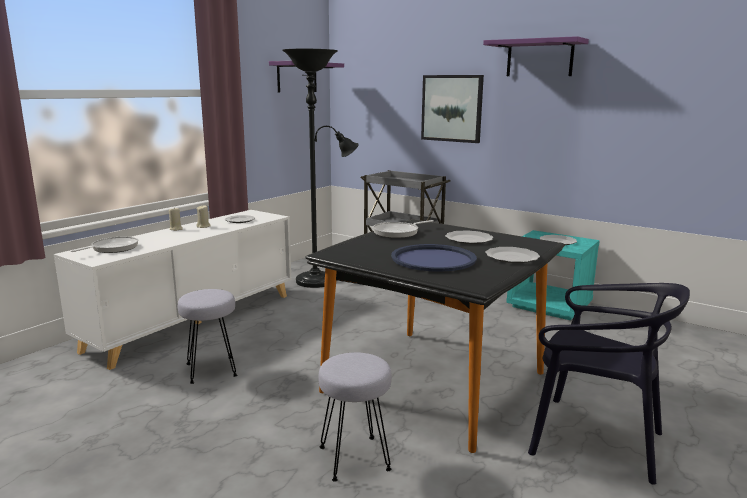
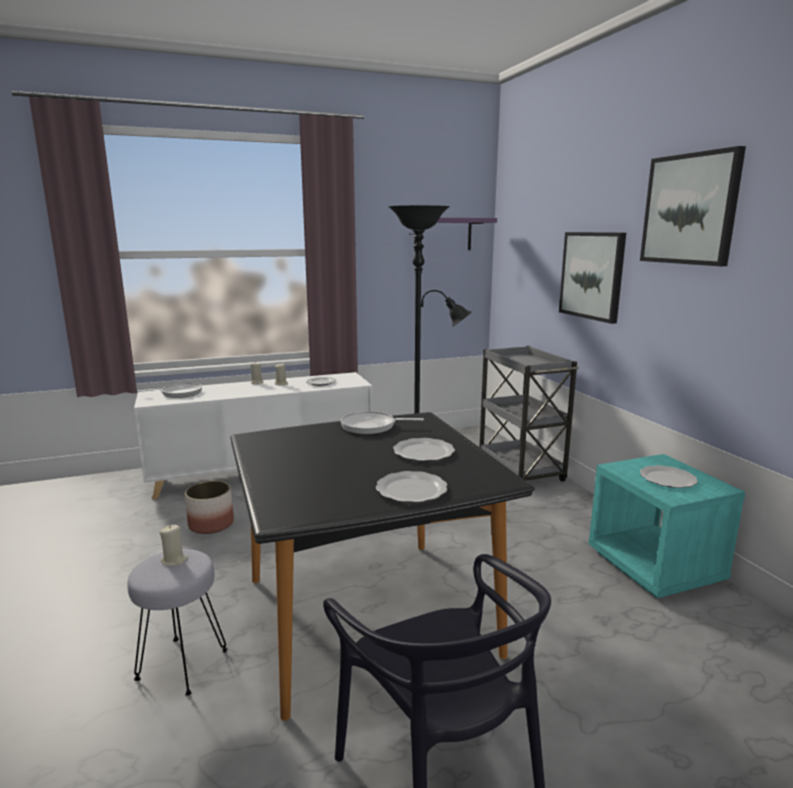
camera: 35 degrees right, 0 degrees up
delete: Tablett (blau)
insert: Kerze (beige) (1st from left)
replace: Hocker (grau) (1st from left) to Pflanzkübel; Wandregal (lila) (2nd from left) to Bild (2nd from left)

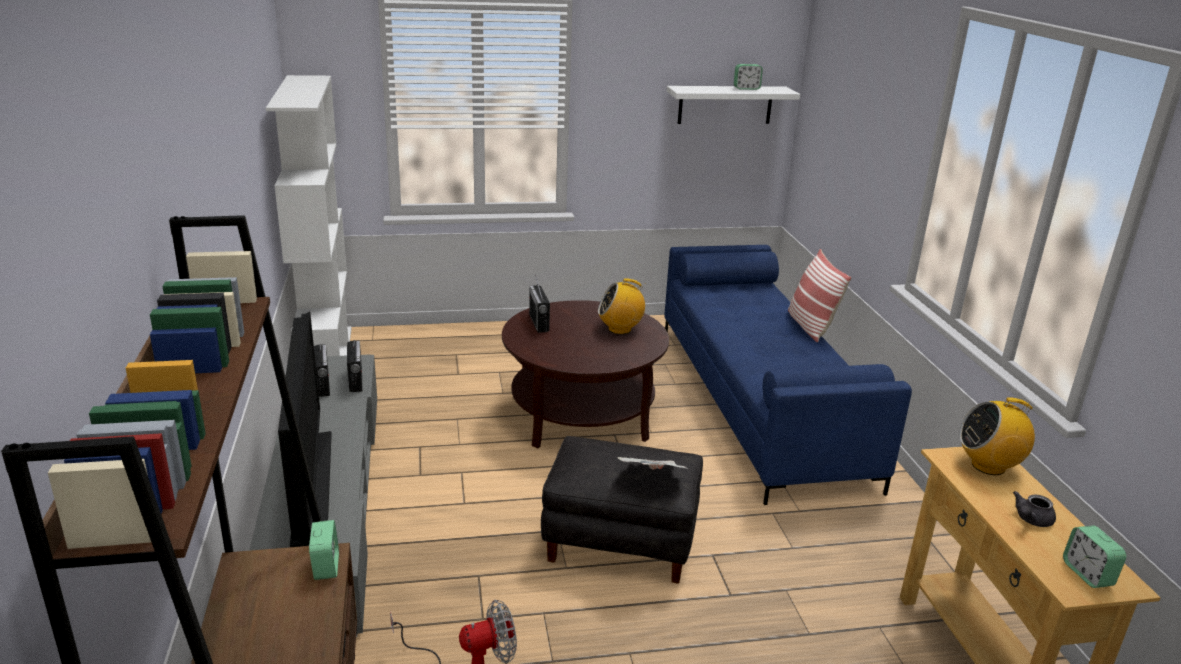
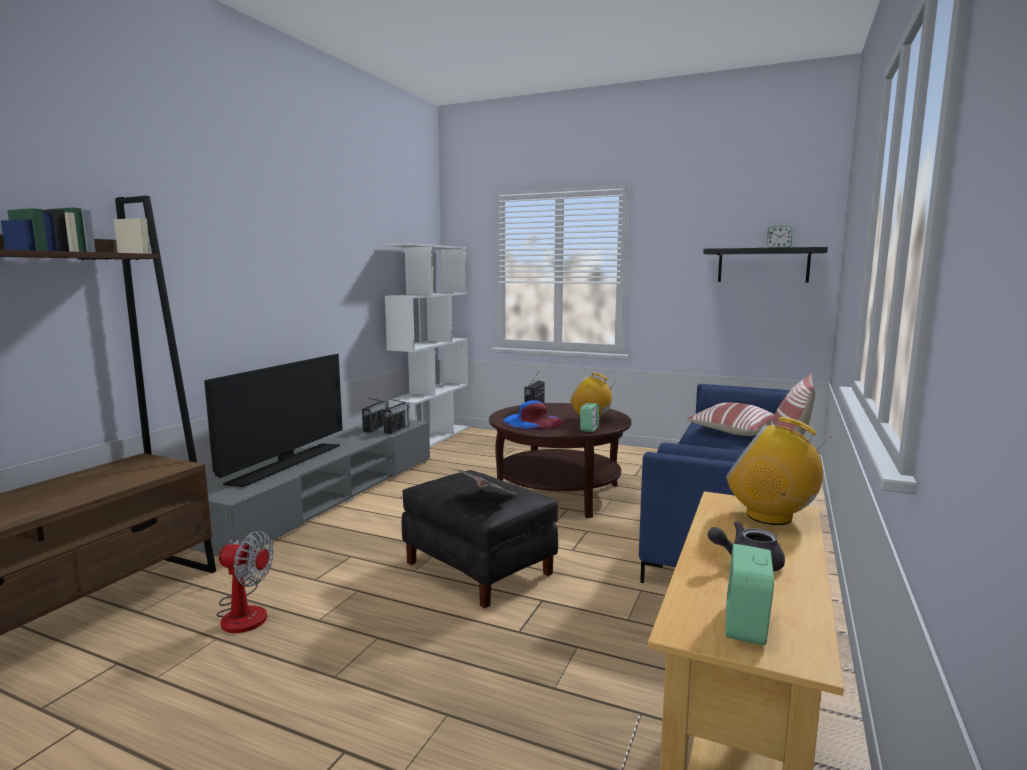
camera: 35 degrees right, 15 degrees down
insert: Hut (blau); Kissen (1st from left)
move: Wecker (1st from left)
recolor: Wandregal (weiß) to Wandregal (schwarz)

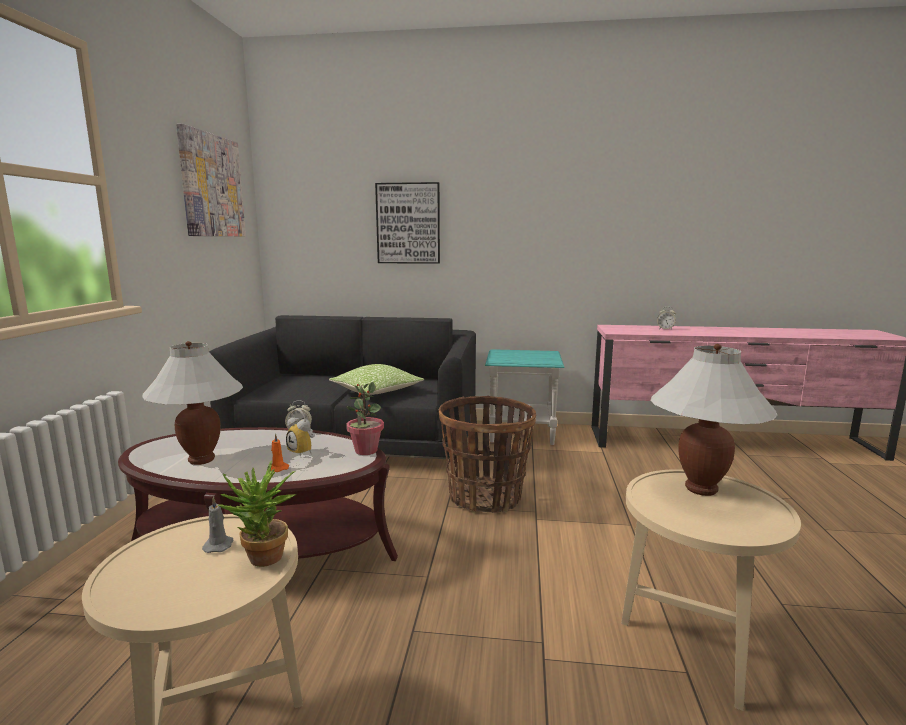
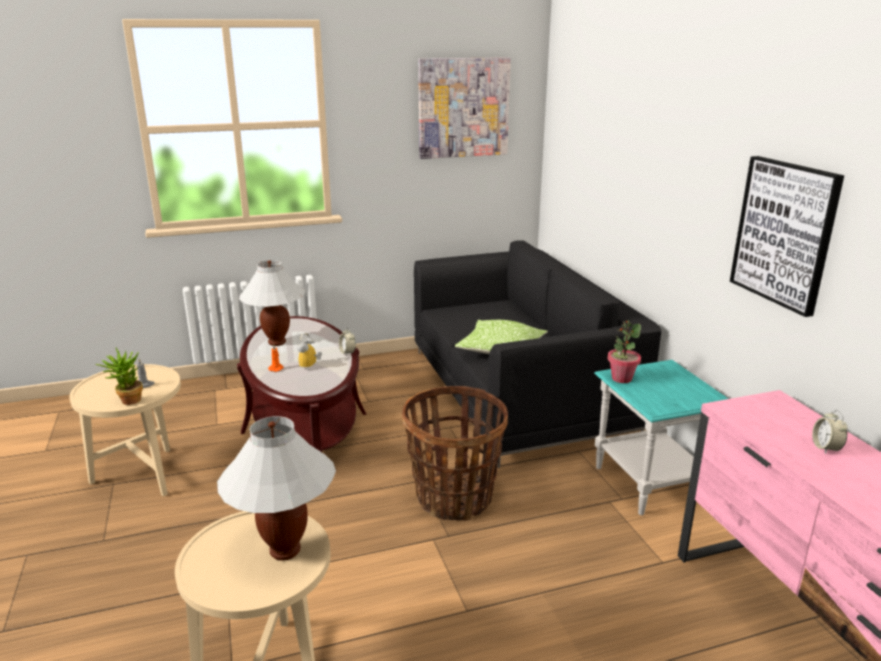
camera: 65 degrees right, 10 degrees up
move: Topfpflanze (2nd from left); Bild (2nd from left)

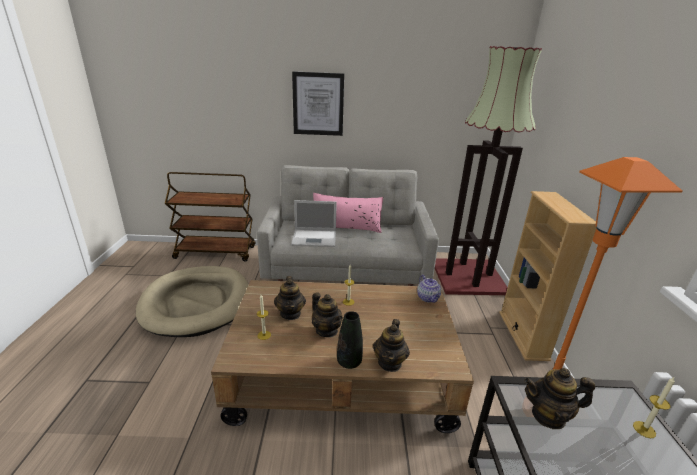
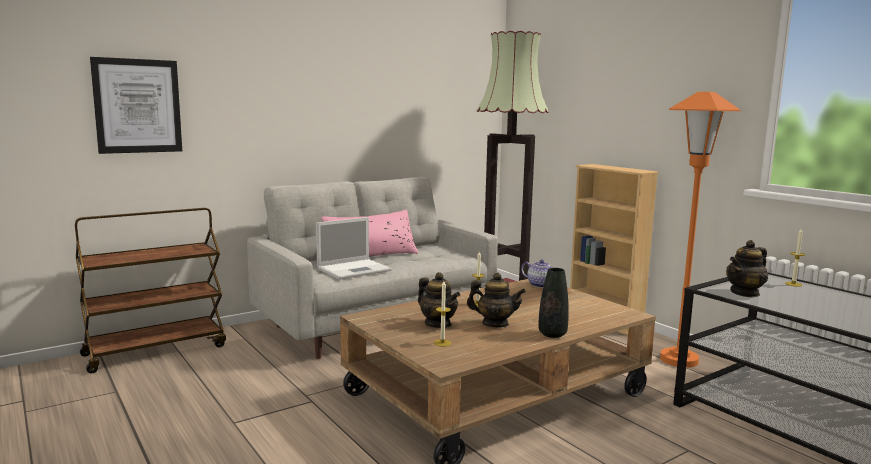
camera: 35 degrees left, 15 degrees down
delete: Hundebett (beige); Teekanne (3rd from left)
move: Bild

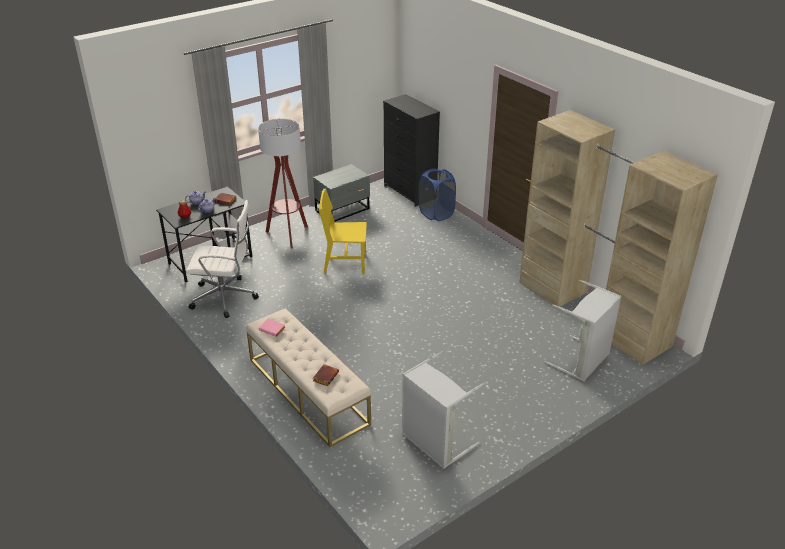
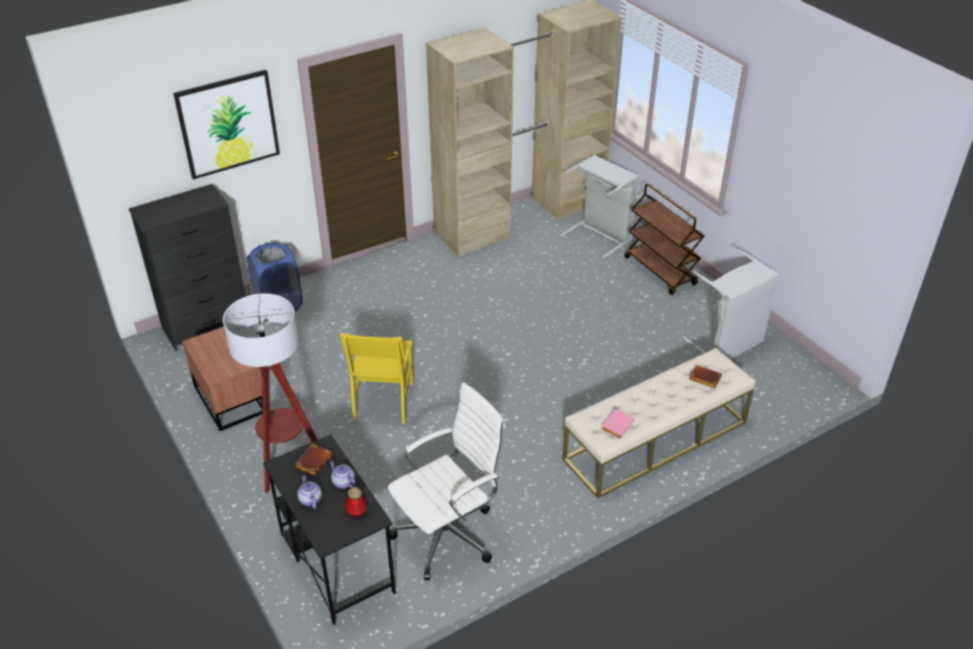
camera: 85 degrees left, 5 degrees up
insert: Bild; Rollwagen (braun)
recolor: Nachttisch (grau) to Nachttisch (braun)
rotate: Bürostuhl (weiß) 45 degrees clockwise

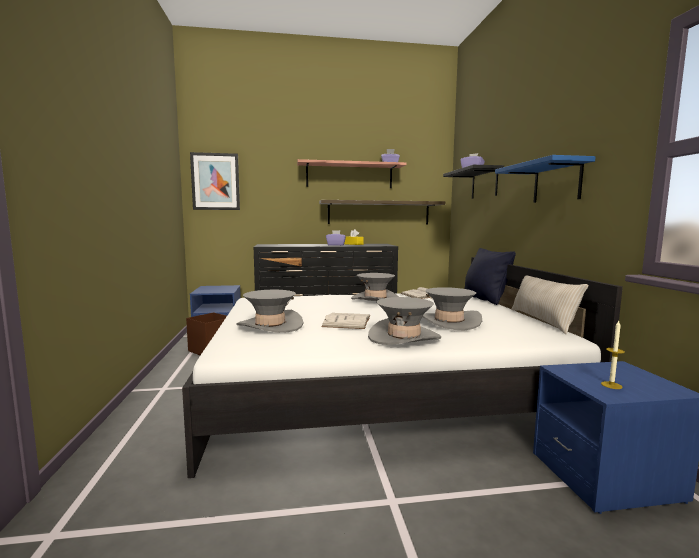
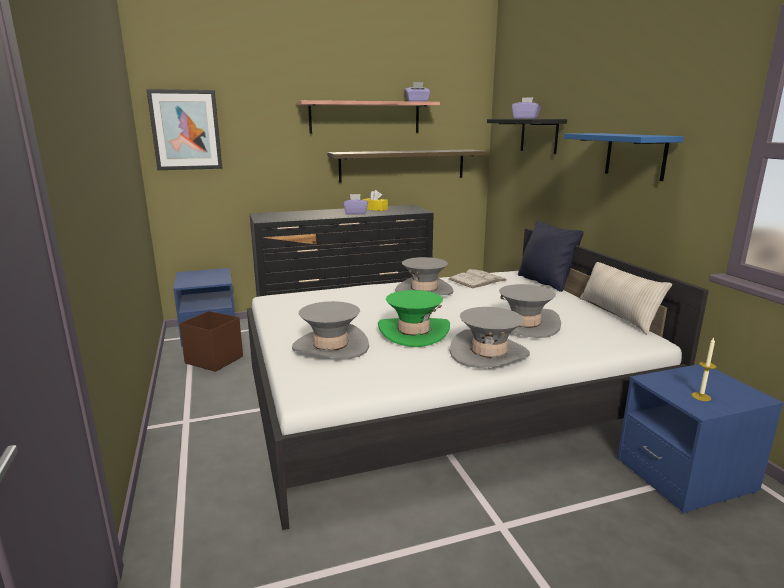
camera: 10 degrees left, 10 degrees up
replace: Buch (weiß) (1st from left) to Hut (grün)

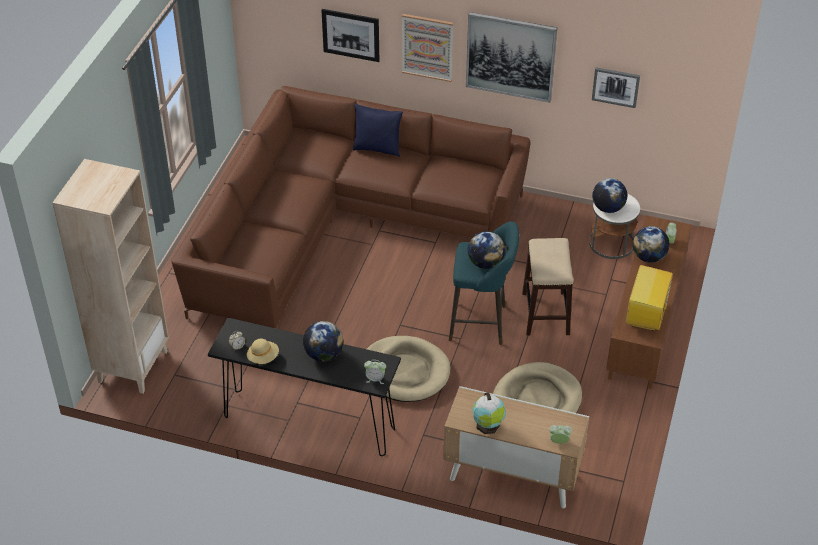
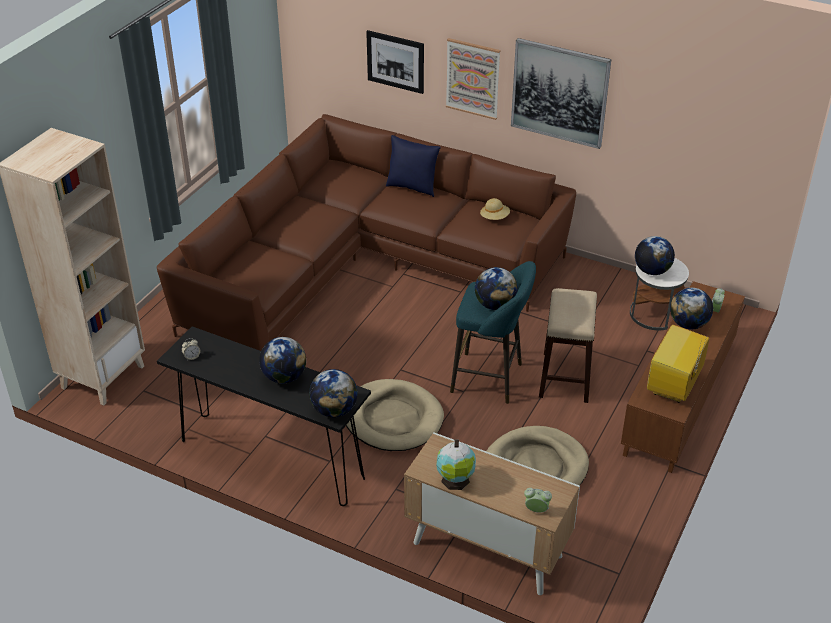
camera: 10 degrees right, 5 degrees down
delete: Bild (4th from left)
move: Hut (beige)
replace: Wecker (2nd from left) to Globus (2nd from left)

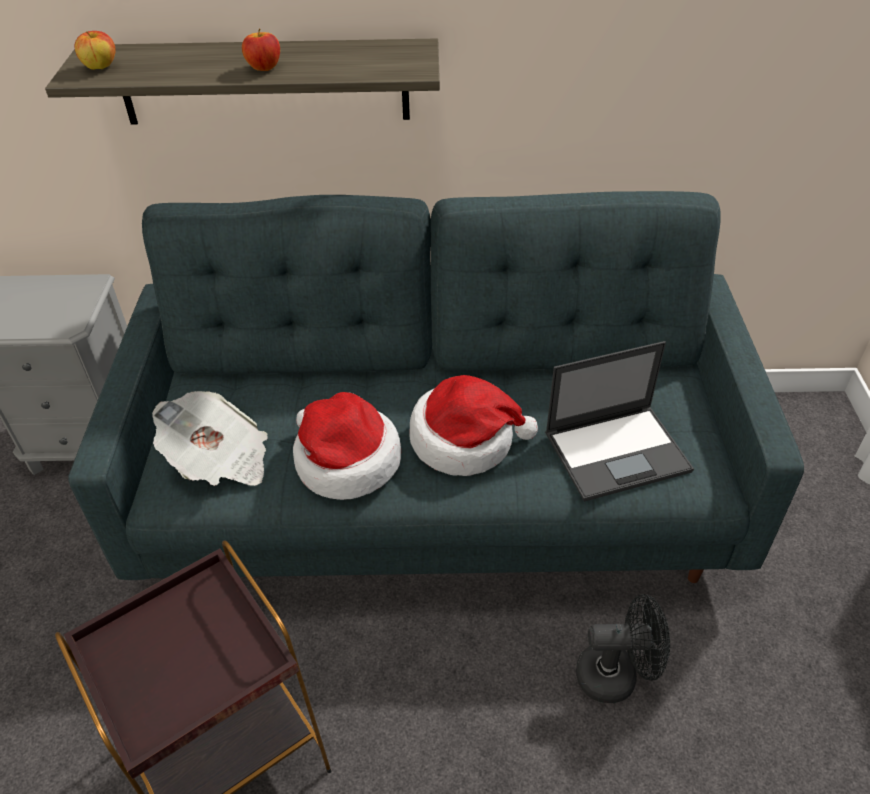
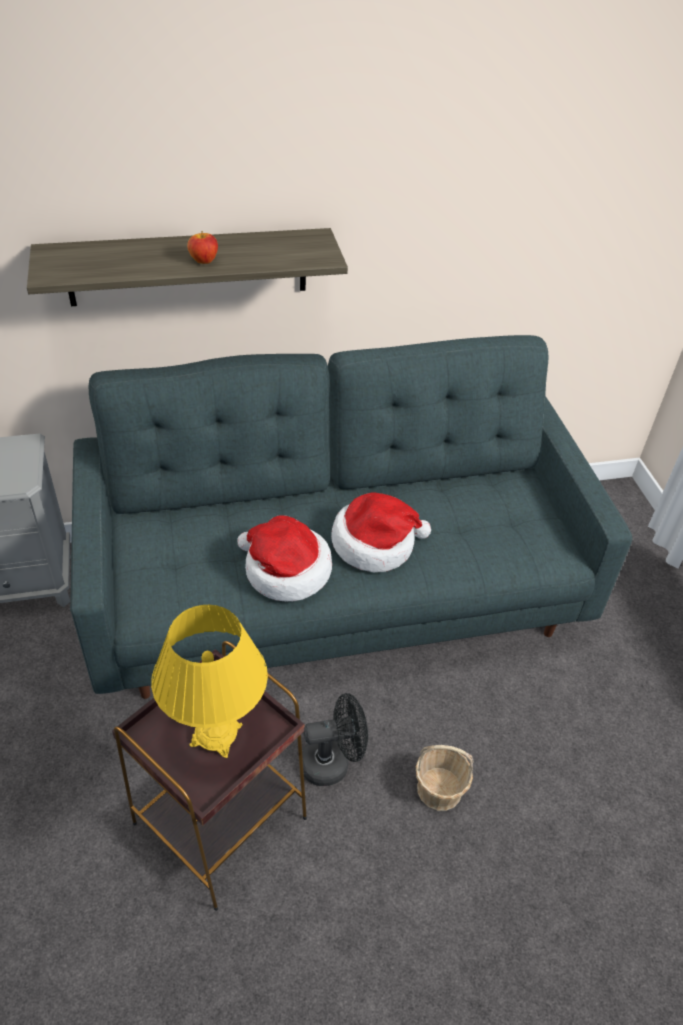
camera: 15 degrees left, 0 degrees up
delete: Apfel (1st from left); Zeitung; Laptop
insert: Tischlampe (gelb); Korb
move: Ventilator (schwarz)

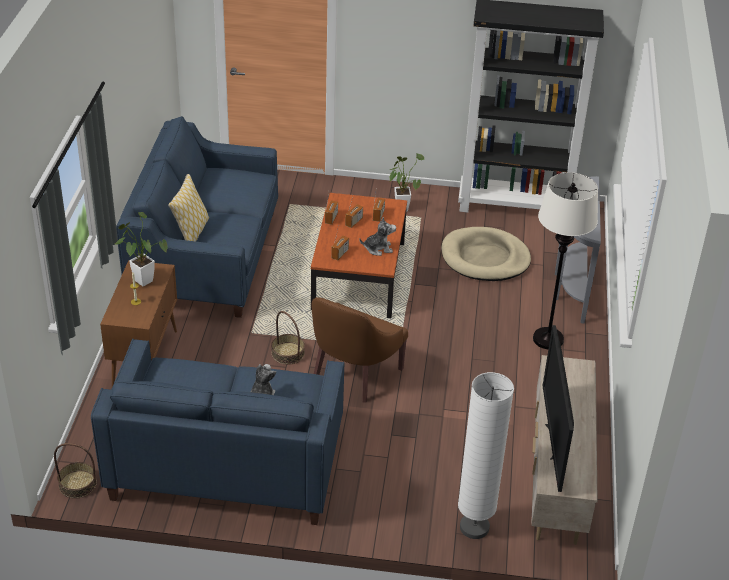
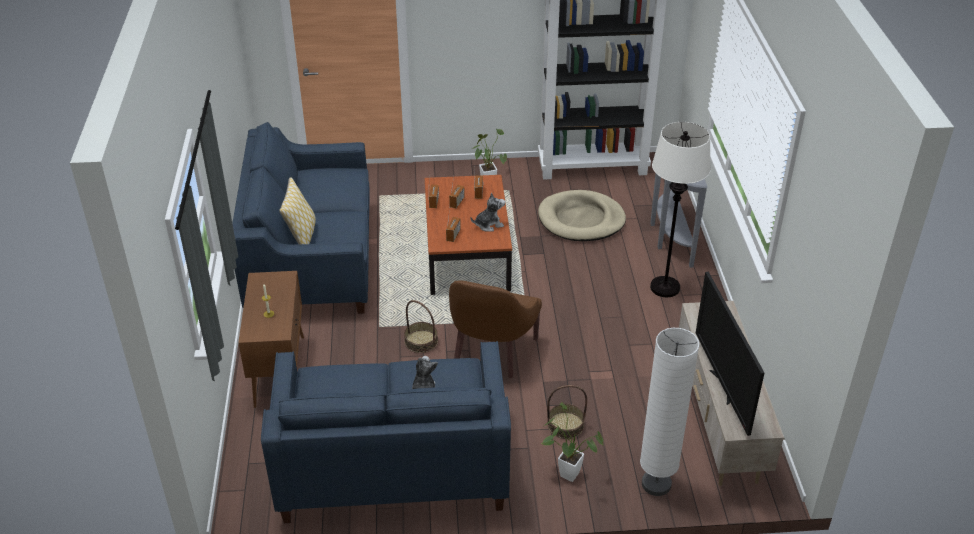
camera: 10 degrees left, 0 degrees up
move: Topfpflanze (1st from left in the first image) to Topfpflanze (2nd from left); Korb (1st from left in the first image) to Korb (2nd from left)

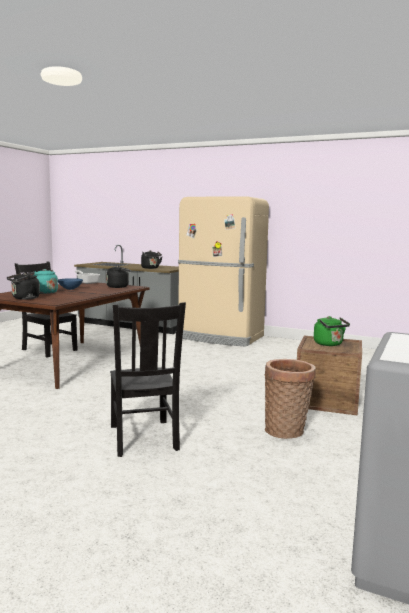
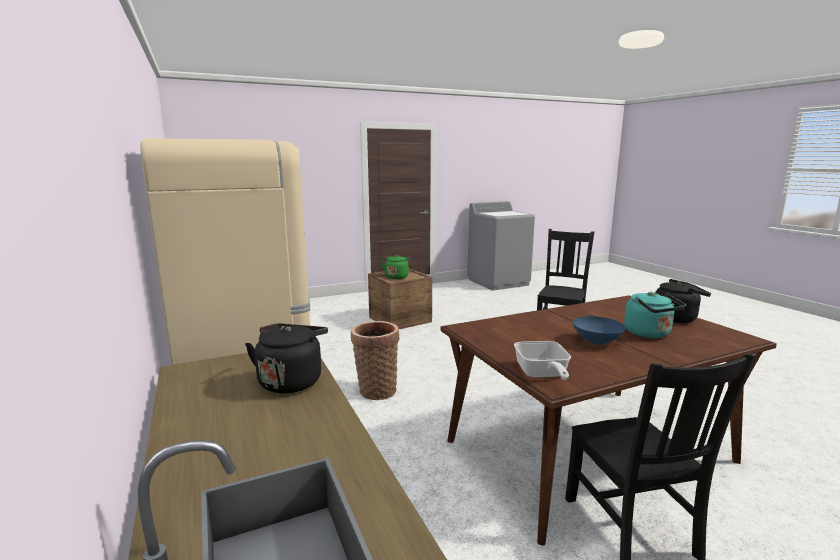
camera: 140 degrees left, 5 degrees up
delete: Wasserkessel (schwarz) (2nd from left)
move: Korb

